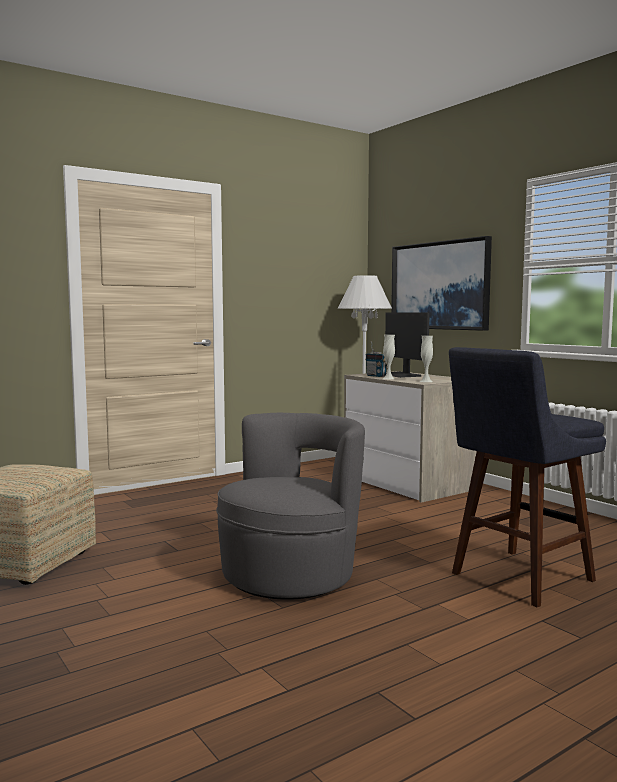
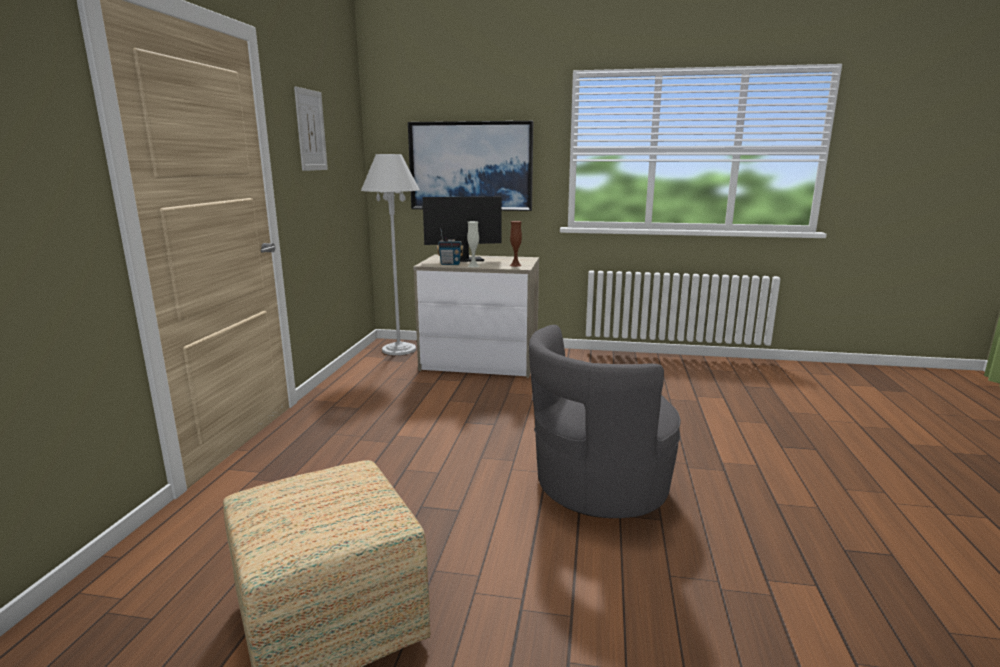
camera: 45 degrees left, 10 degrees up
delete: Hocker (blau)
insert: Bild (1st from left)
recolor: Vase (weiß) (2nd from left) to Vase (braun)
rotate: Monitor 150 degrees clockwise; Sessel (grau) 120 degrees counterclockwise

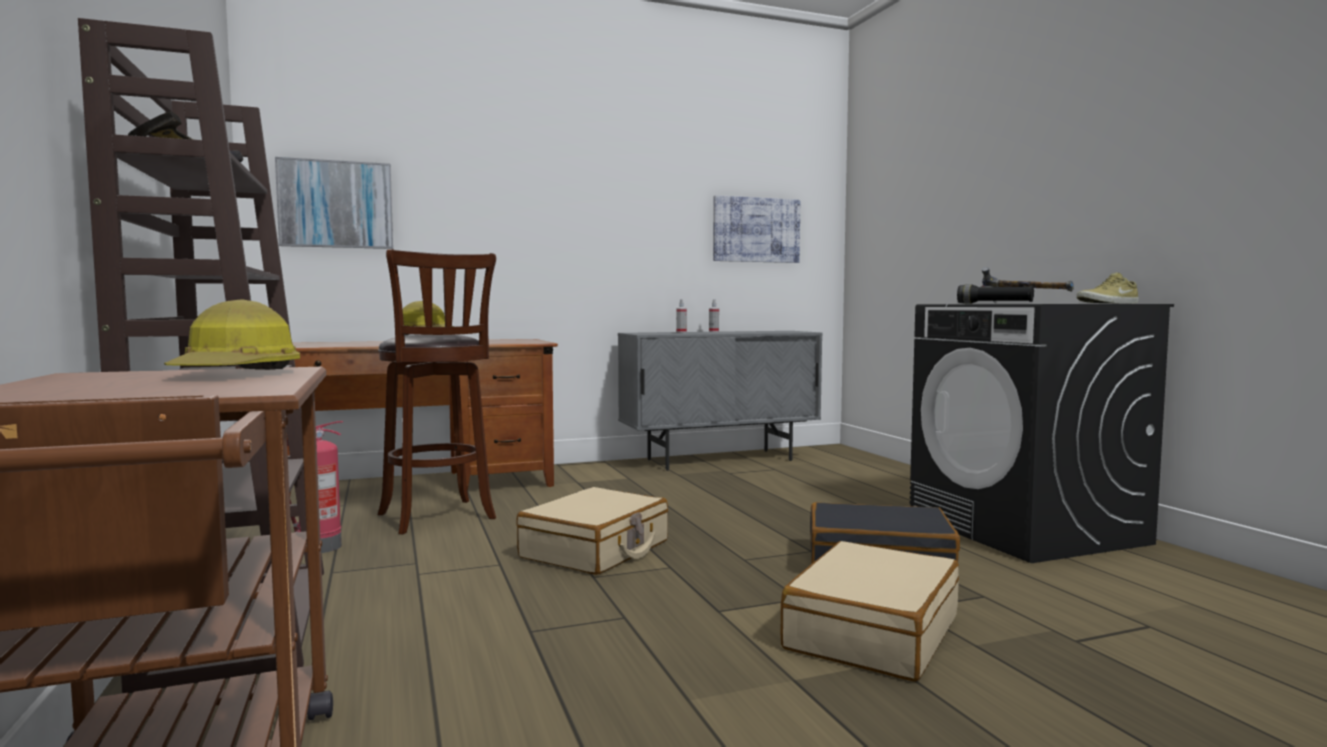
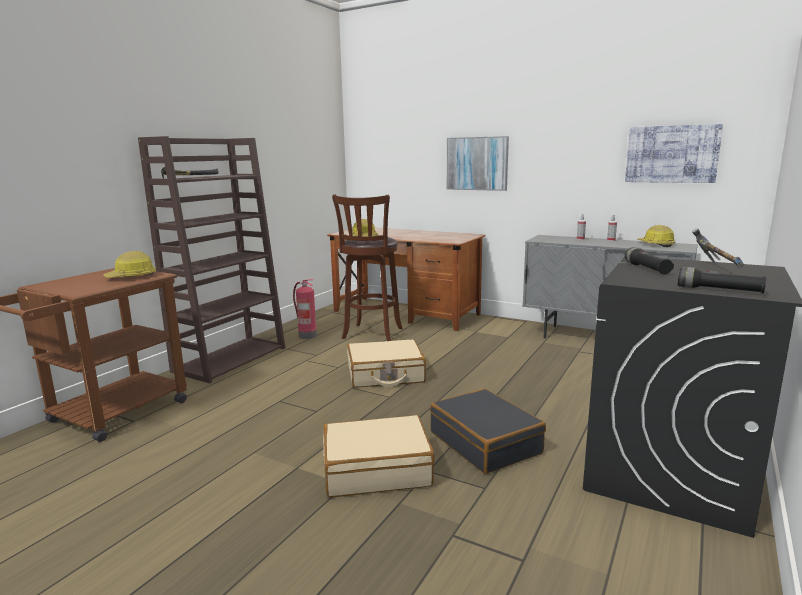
camera: 50 degrees right, 10 degrees up
insert: Schutzhelm (3rd from left)
move: Bild (1st from left)
replace: Schuh (beige) to Taschenlampe (schwarz) (2nd from left)

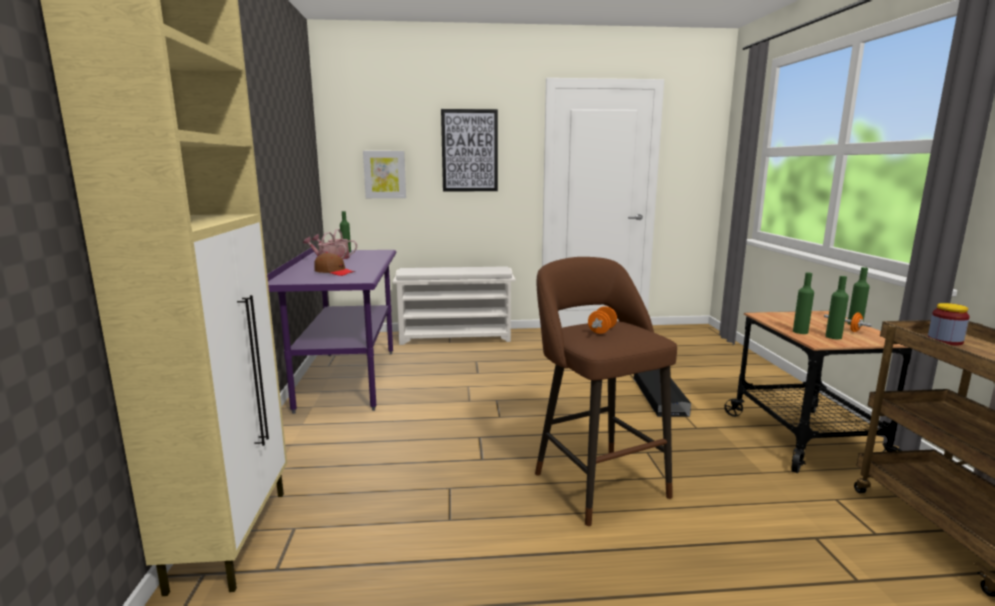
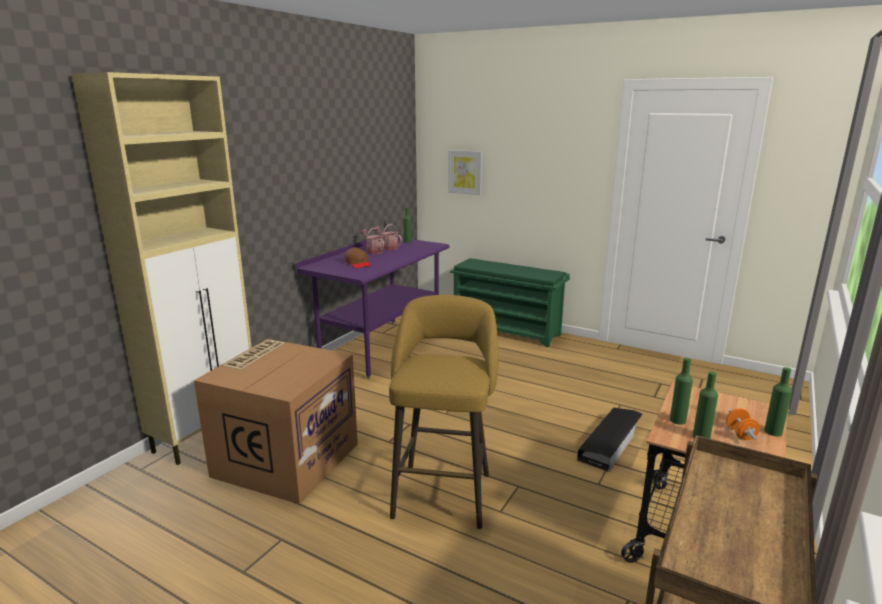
camera: 35 degrees right, 5 degrees up
delete: Bild (2nd from left); Hantel (orange) (1st from left); Vorratsglas
insert: Karton
recolor: Hocker (braun) to Hocker (gelb); Schuhregal (weiß) to Schuhregal (grün)

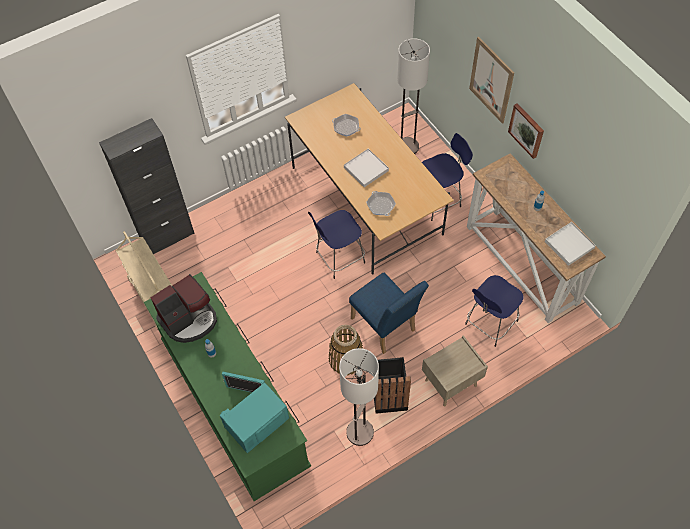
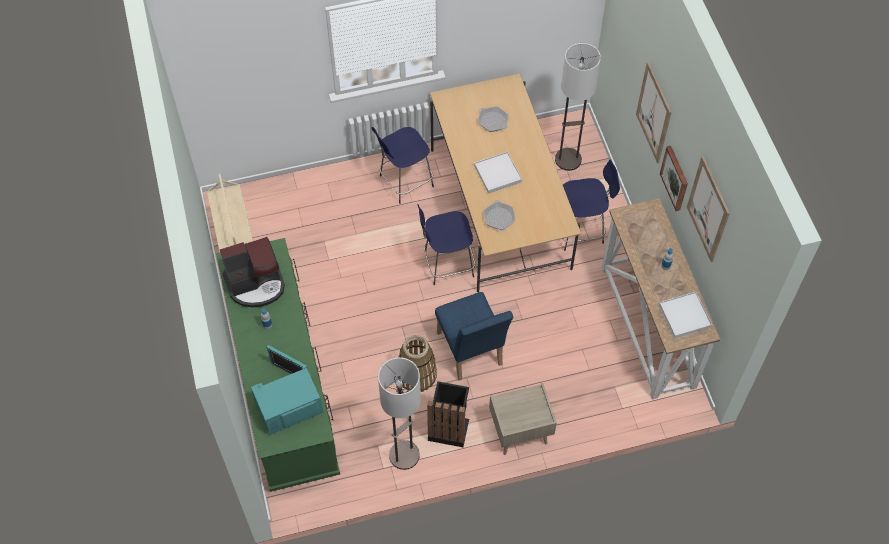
camera: 15 degrees right, 0 degrees up
delete: Schrank (schwarz)
insert: Bild (3rd from left)
move: Hocker (blau) (3rd from left in the first image) to Hocker (blau) (1st from left)

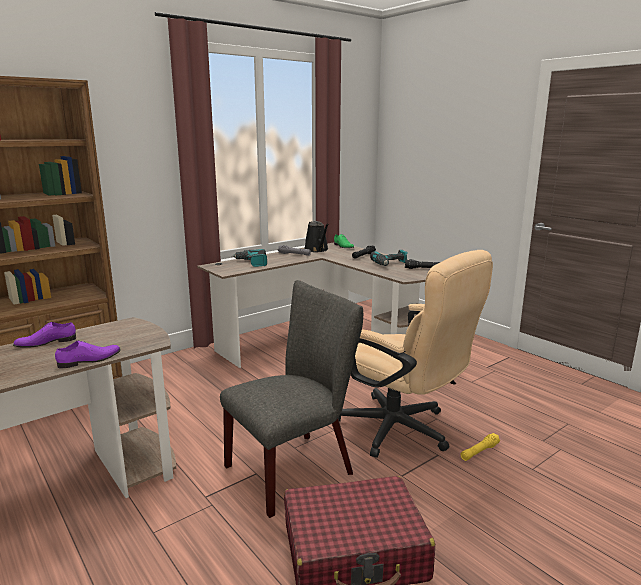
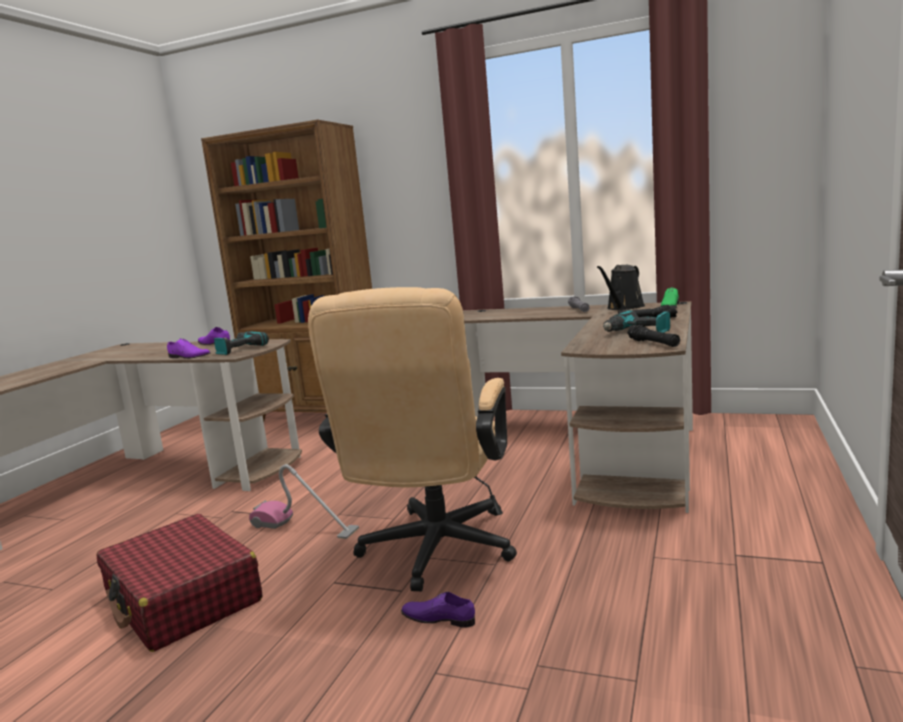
camera: 60 degrees right, 5 degrees down
move: Bohrmaschine (1st from left)
replace: Stuhl (grau) to Staubsauger; Taschenlampe (gelb) to Schuh (lila) (3rd from left)

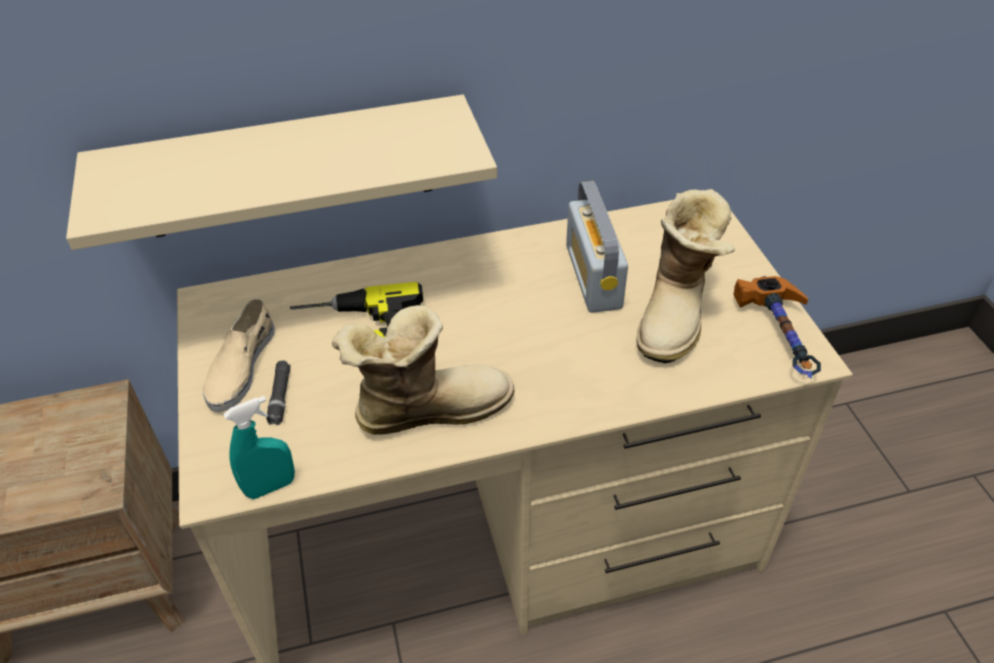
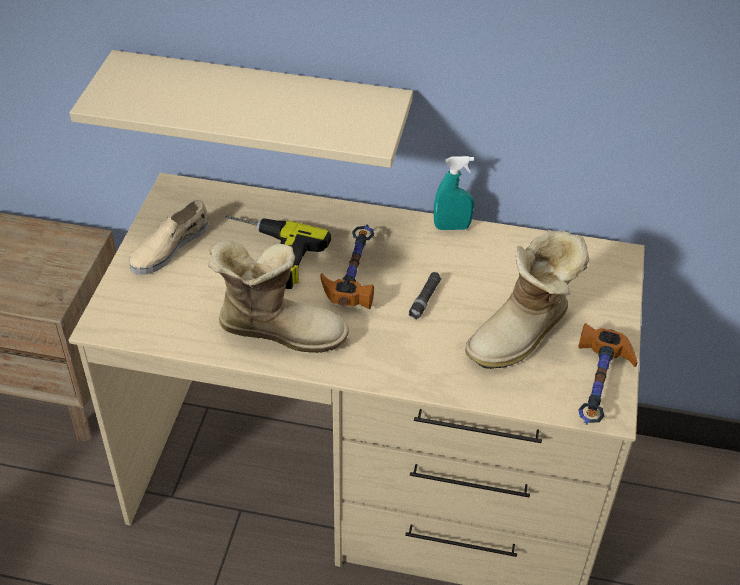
camera: 25 degrees right, 0 degrees up
delete: Radio
insert: Hammer (1st from left)
move: Taschenlampe (schwarz); Sprühflasche (türkis)

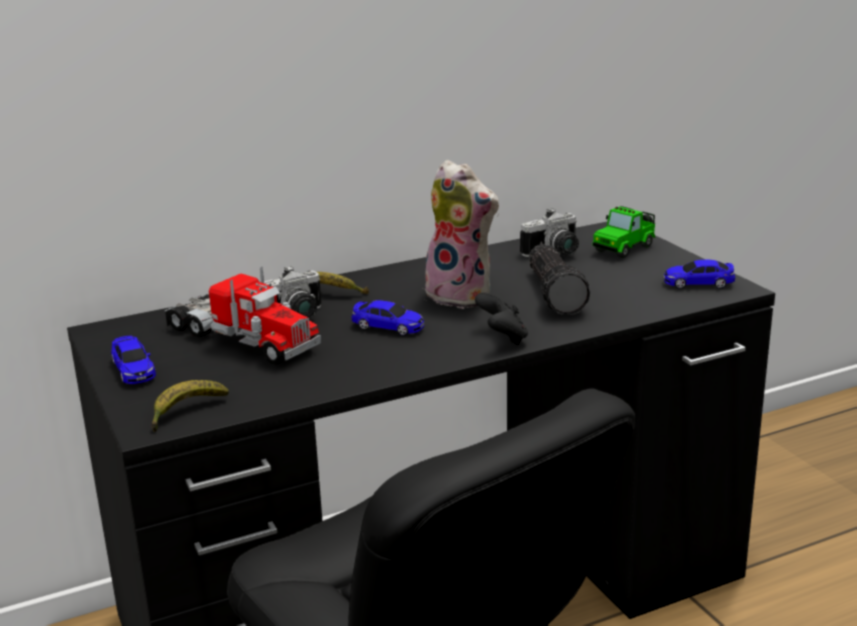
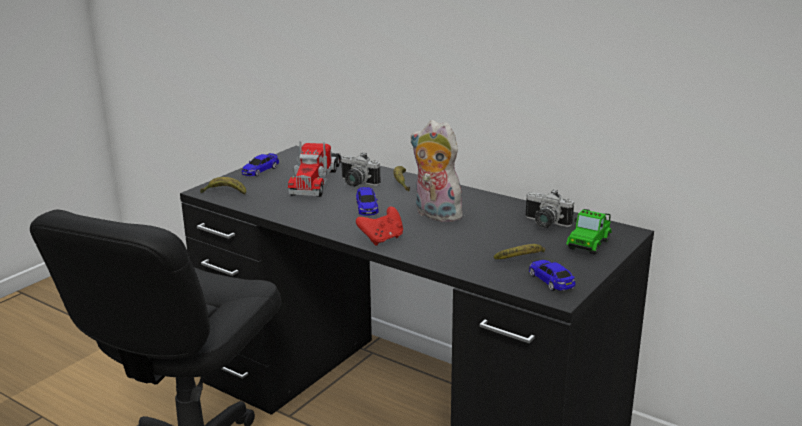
camera: 60 degrees right, 0 degrees up
delete: Taschenlampe
insert: Banane (3rd from left)
recolor: Gamepad (schwarz) to Gamepad (rot)
rotate: Plüschtier 120 degrees clockwise; Spielzeugauto (3rd from left in the first image) 75 degrees counterclockwise

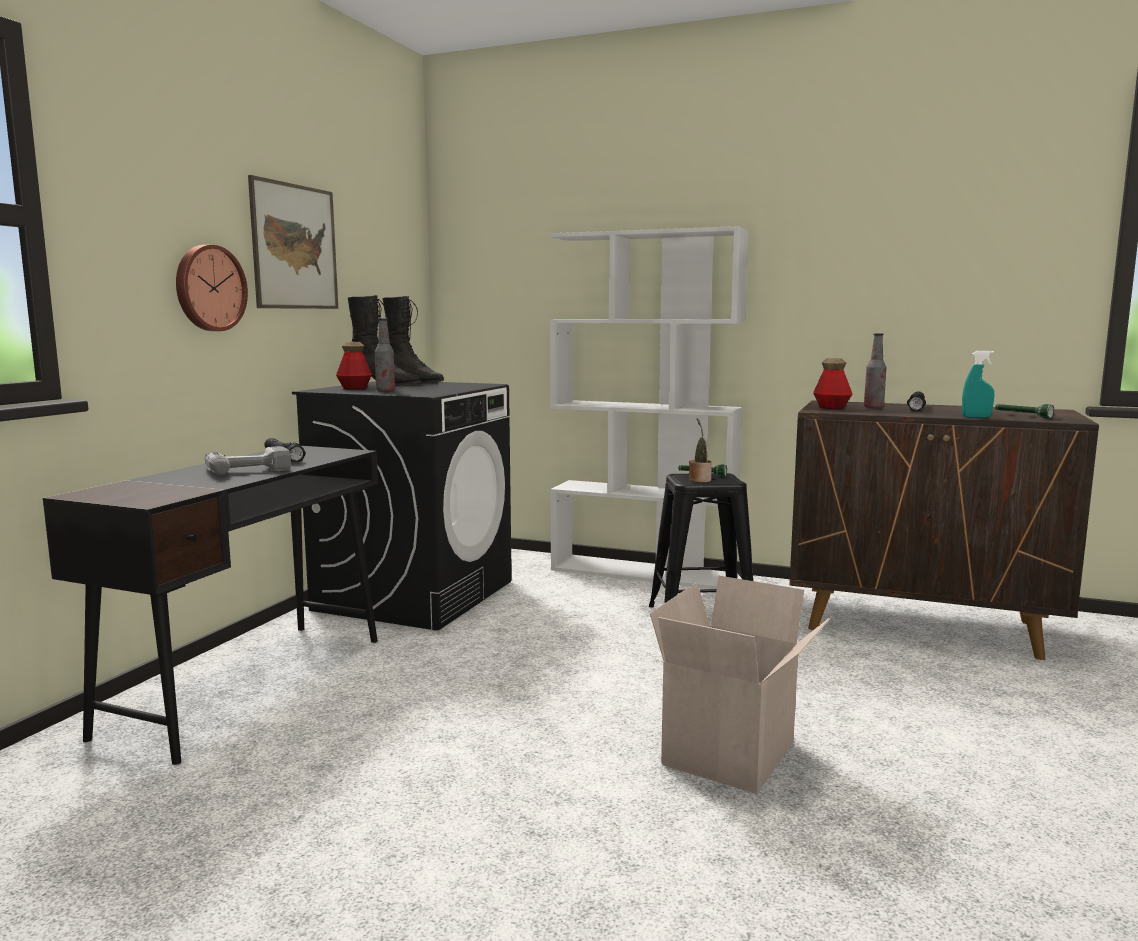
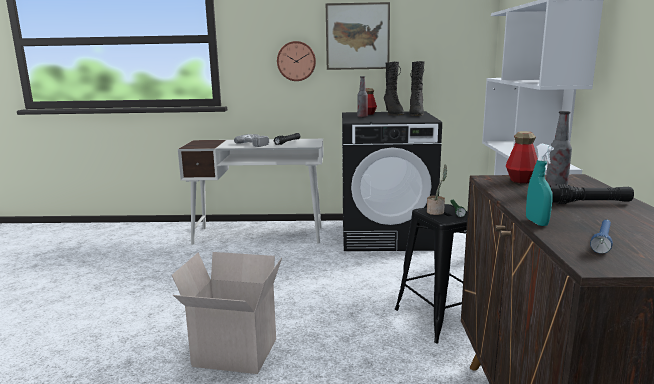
camera: 70 degrees right, 5 degrees up
recolor: Schreibtisch (schwarz) to Schreibtisch (weiß); Taschenlampe (grün) (2nd from left) to Taschenlampe (blau)

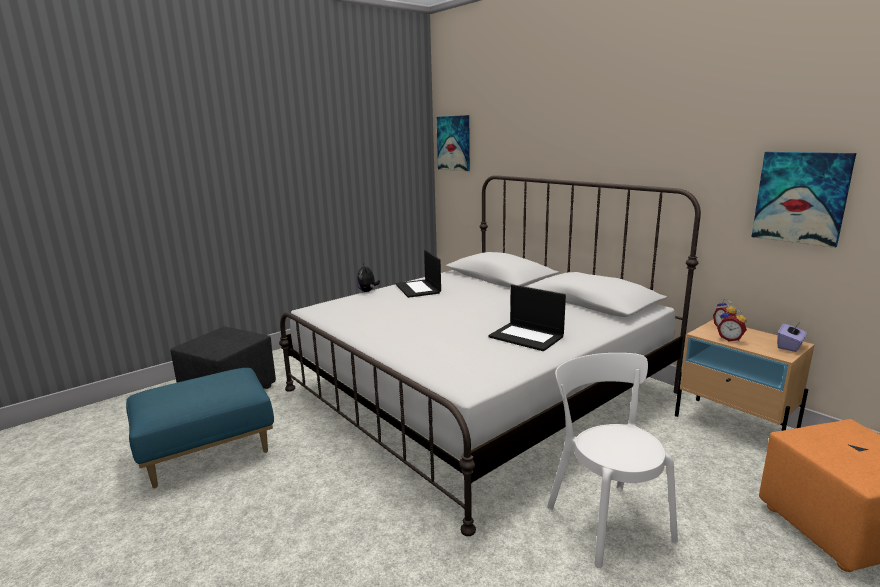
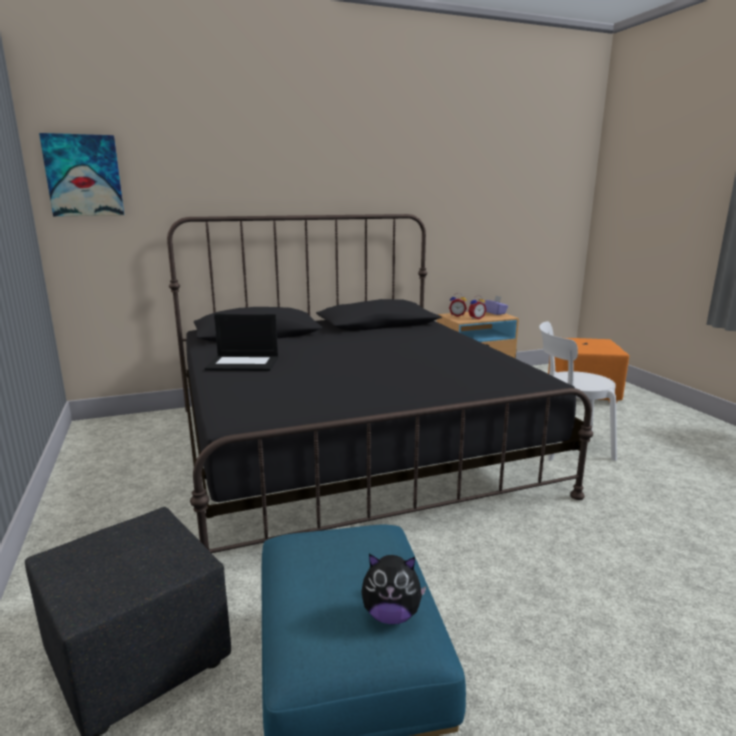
camera: 70 degrees left, 0 degrees up
delete: Laptop (2nd from left); Bild (2nd from left)
move: Plüschtier
recolor: Bett (weiß) to Bett (schwarz)

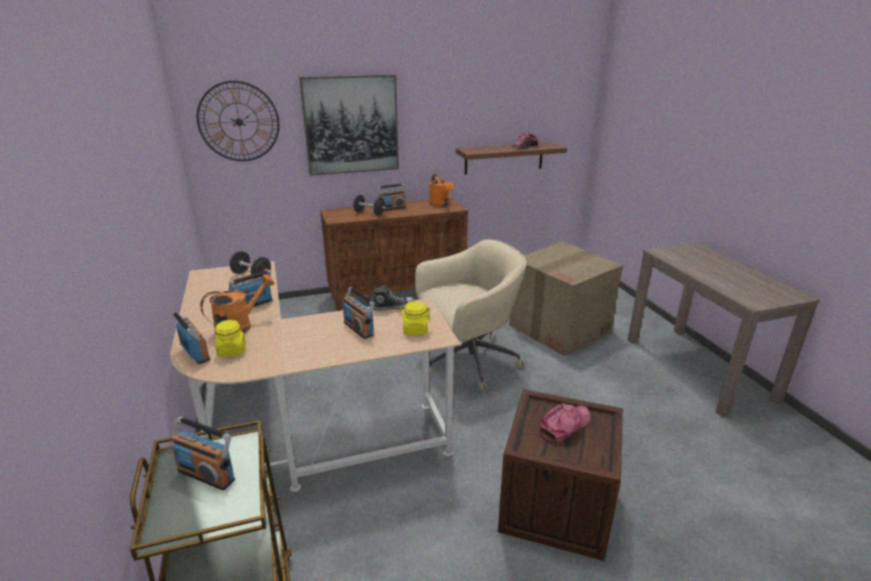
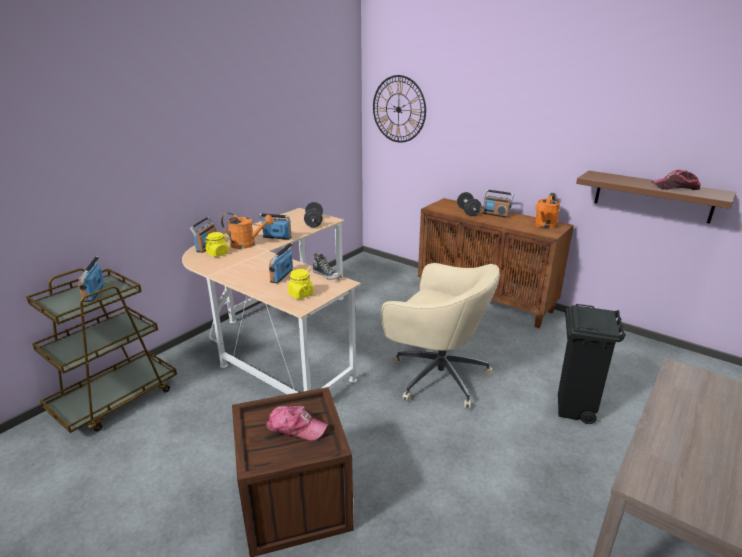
camera: 55 degrees right, 0 degrees up
delete: Bild
replace: Karton to Mülleimer (schwarz)

